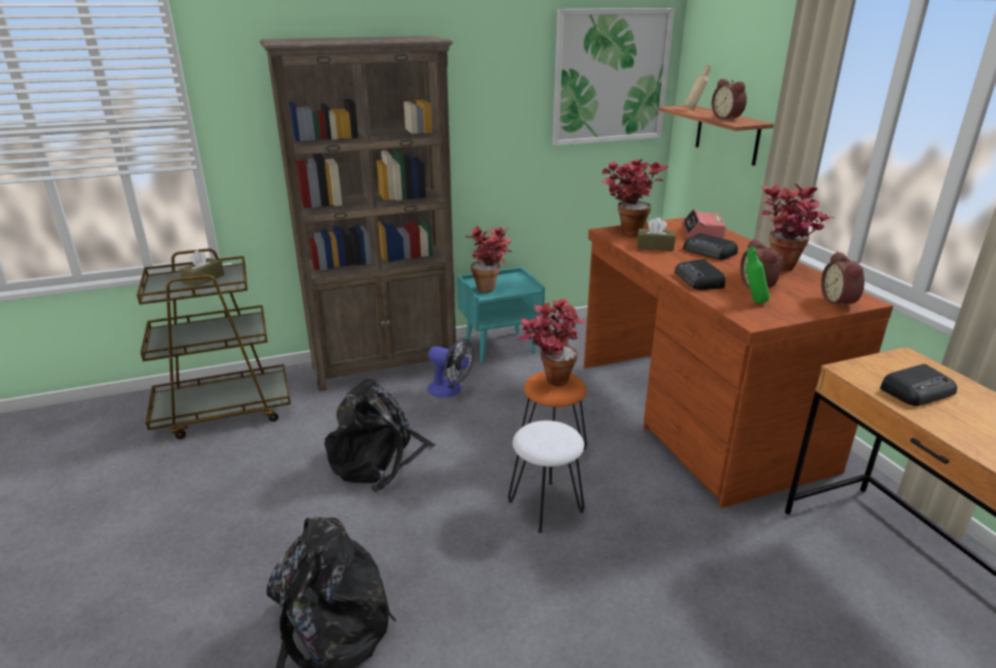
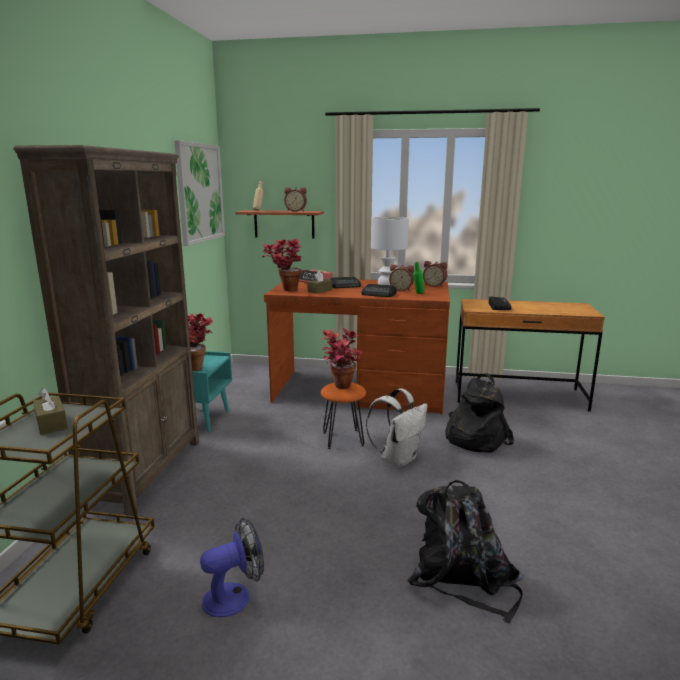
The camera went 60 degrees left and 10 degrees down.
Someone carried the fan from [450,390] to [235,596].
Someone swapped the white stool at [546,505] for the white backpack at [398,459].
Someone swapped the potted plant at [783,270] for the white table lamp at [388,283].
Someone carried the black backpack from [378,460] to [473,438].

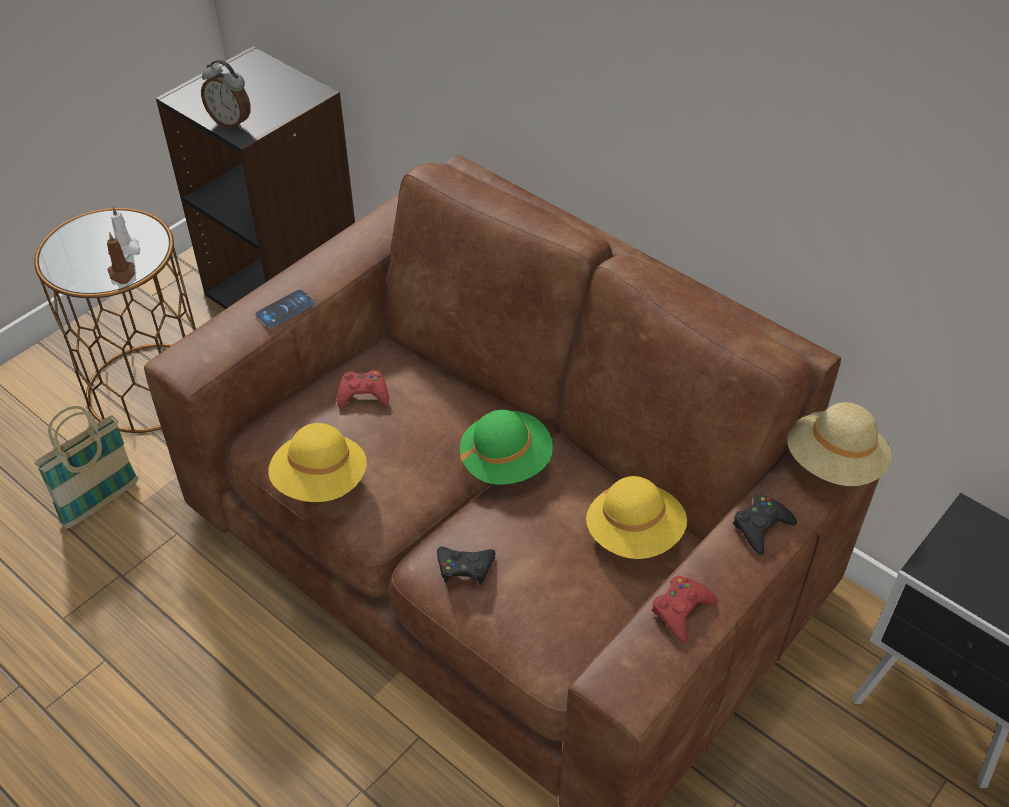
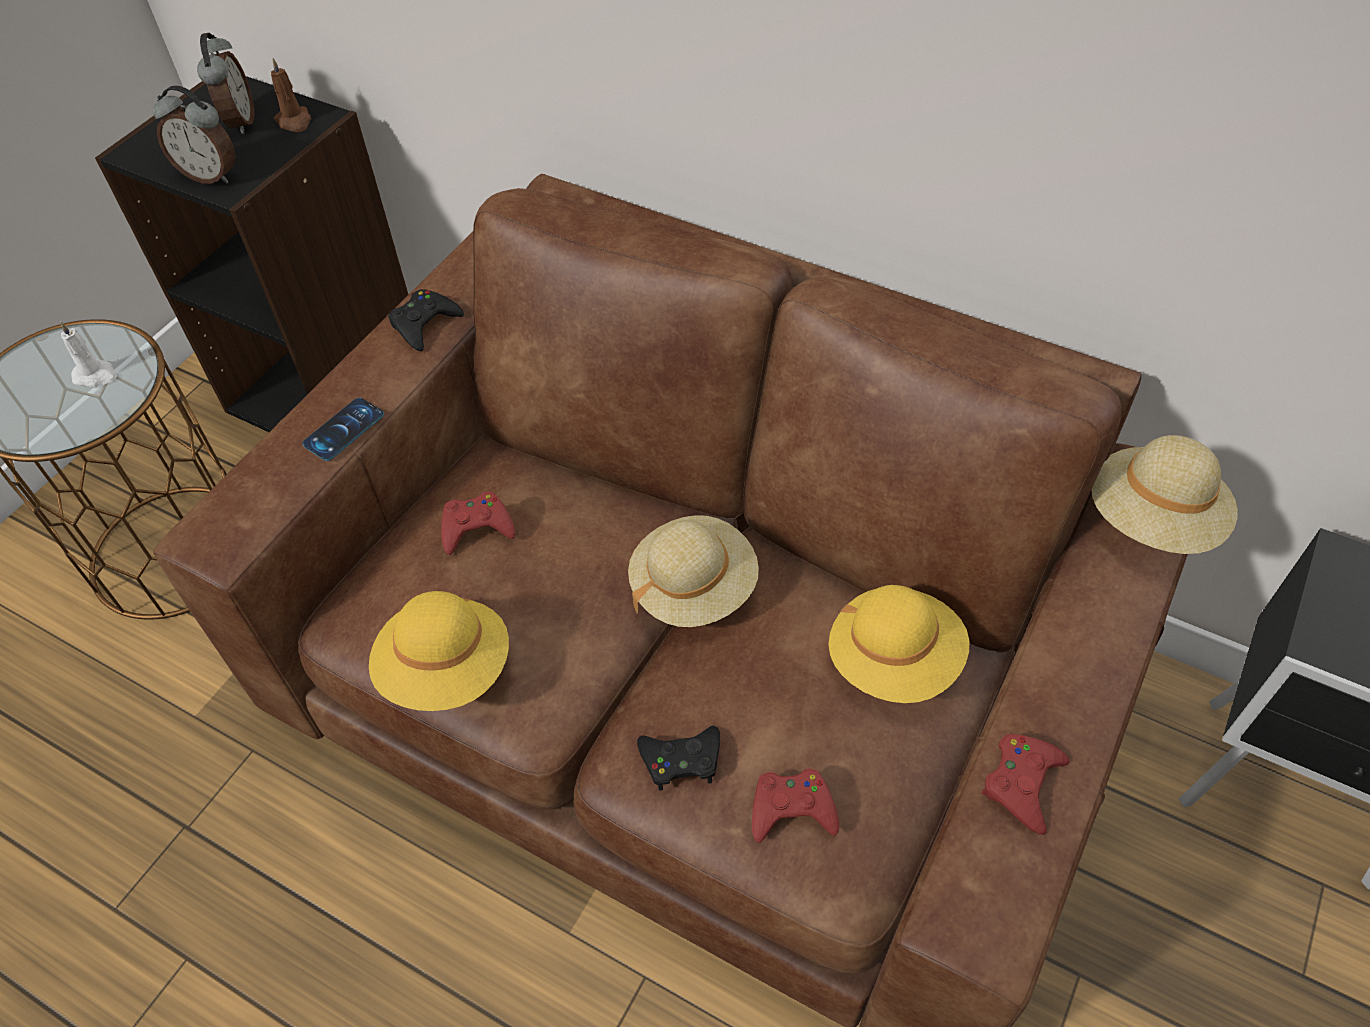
The camera went 10 degrees left and 5 degrees up.
Someone put down the alarm clock at [239,122].
Someone carried the brown candle from [122,274] to [294,121].
Someone carried the black game controller from [761,527] to [424,324].
Someone repainted the green hat at [506,462], which became the beige hat at [693,587].
Someone put down the red game controller at [792,809].
Someone took away the basket at [101,503].

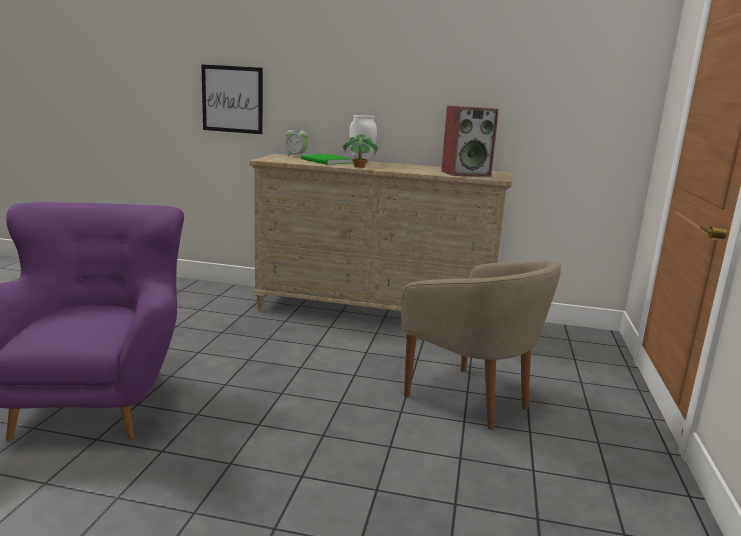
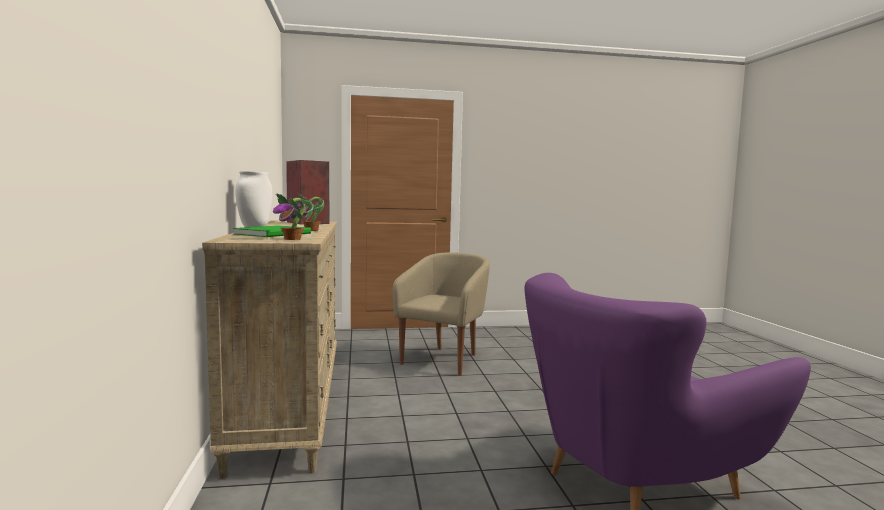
The camera went 110 degrees left and 10 degrees down.
Someone put down the potted plant at [293,239].
Someone took away the picture at [232,99].
Someone took away the alarm clock at [296,156].

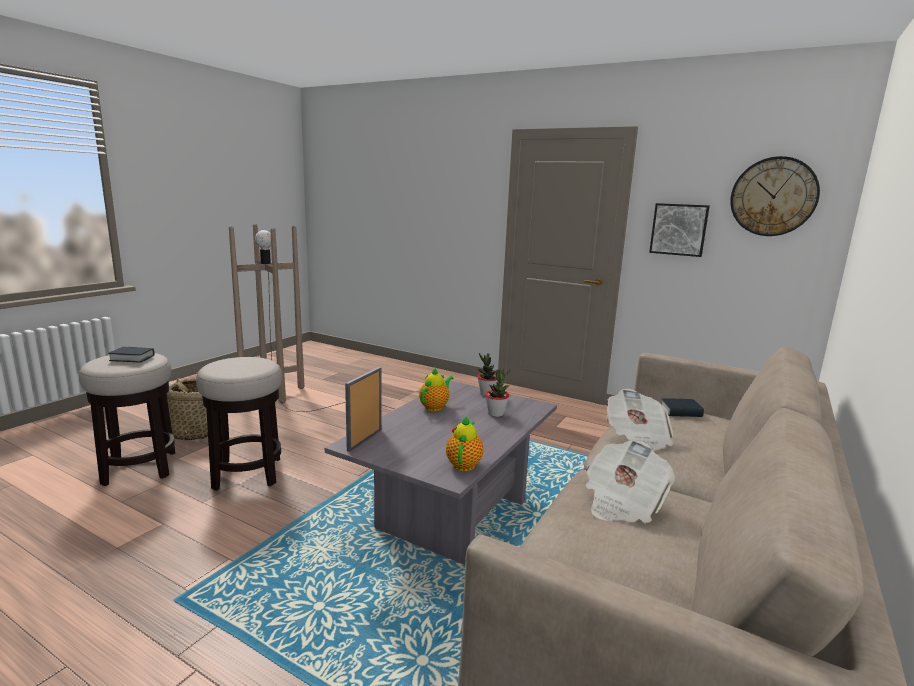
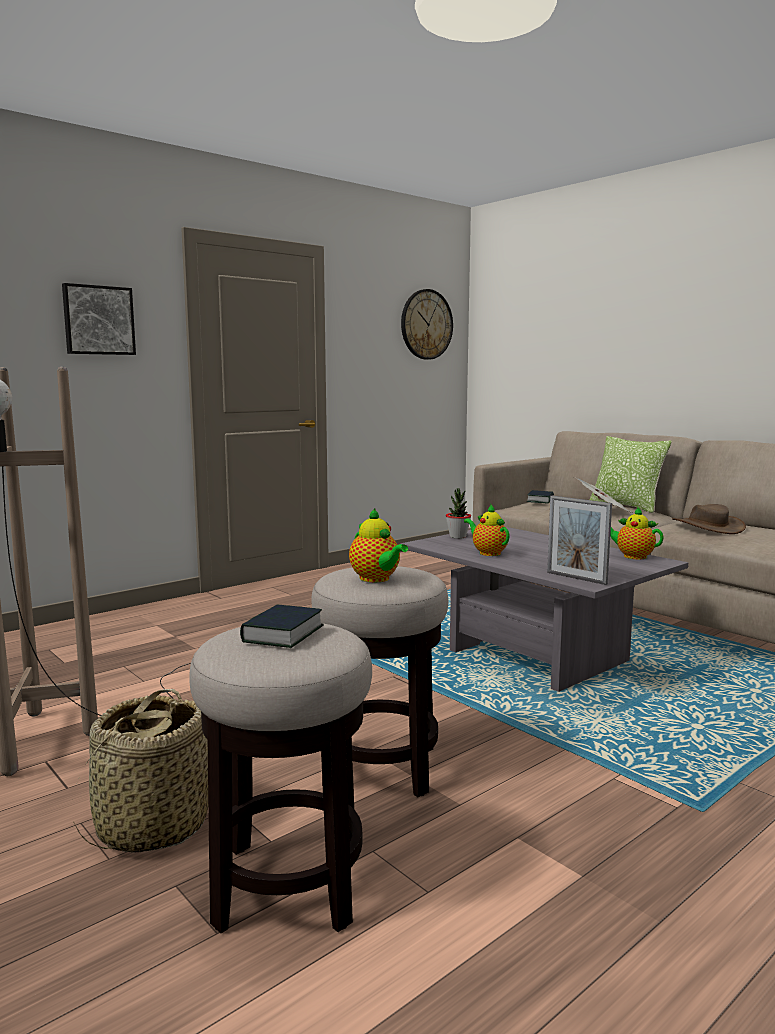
The camera went 70 degrees left and 5 degrees down.
Someone carried the picture from [679,229] to [98,320].
Someone put down the teapot at [376,579].
Someone put down the pillow at [626,506].
Someone swapped the newspaper at [622,502] for the brown hat at [707,526].
Someone took away the potted plant at [496,413].

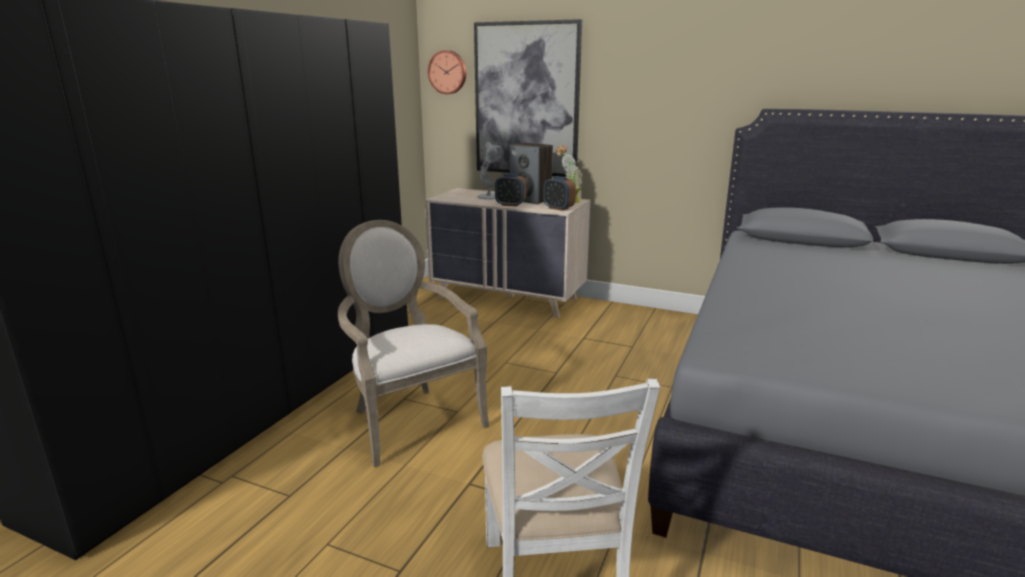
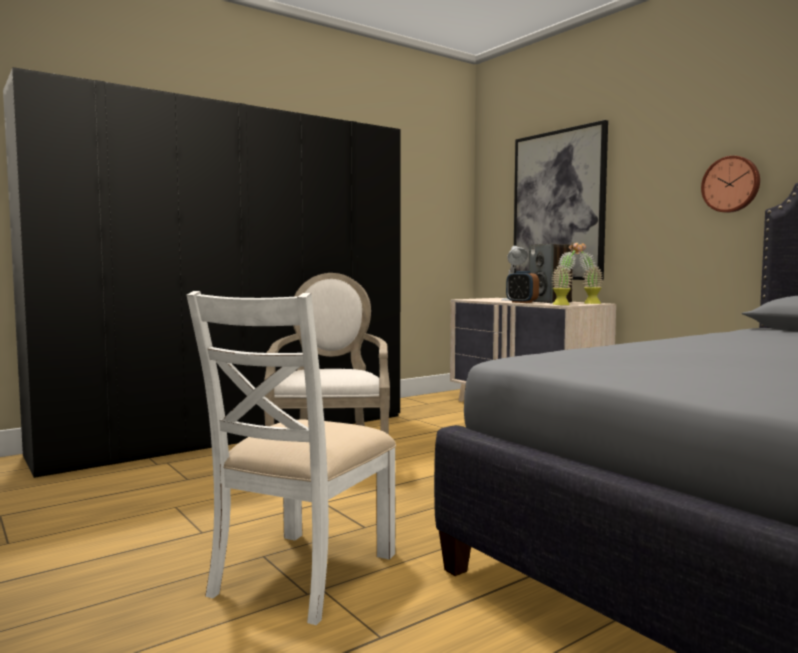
The camera went 30 degrees right and 15 degrees down.
Someone swapped the alarm clock at [558,208] for the potted plant at [565,304].
Someone carried the wall clock from [448,72] to [731,184].

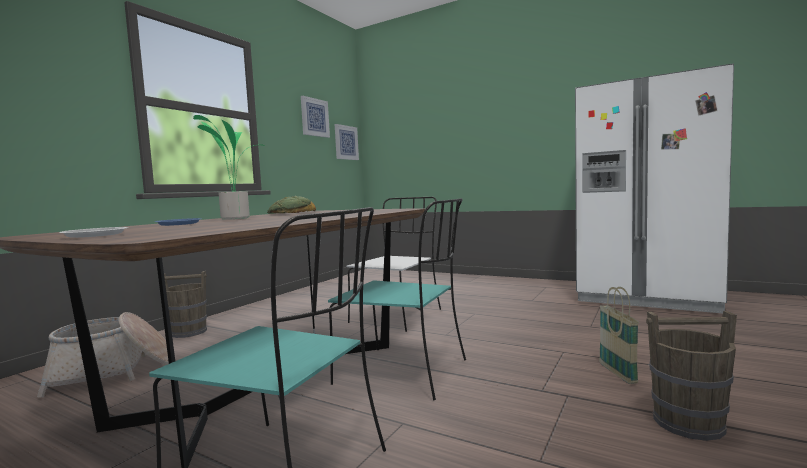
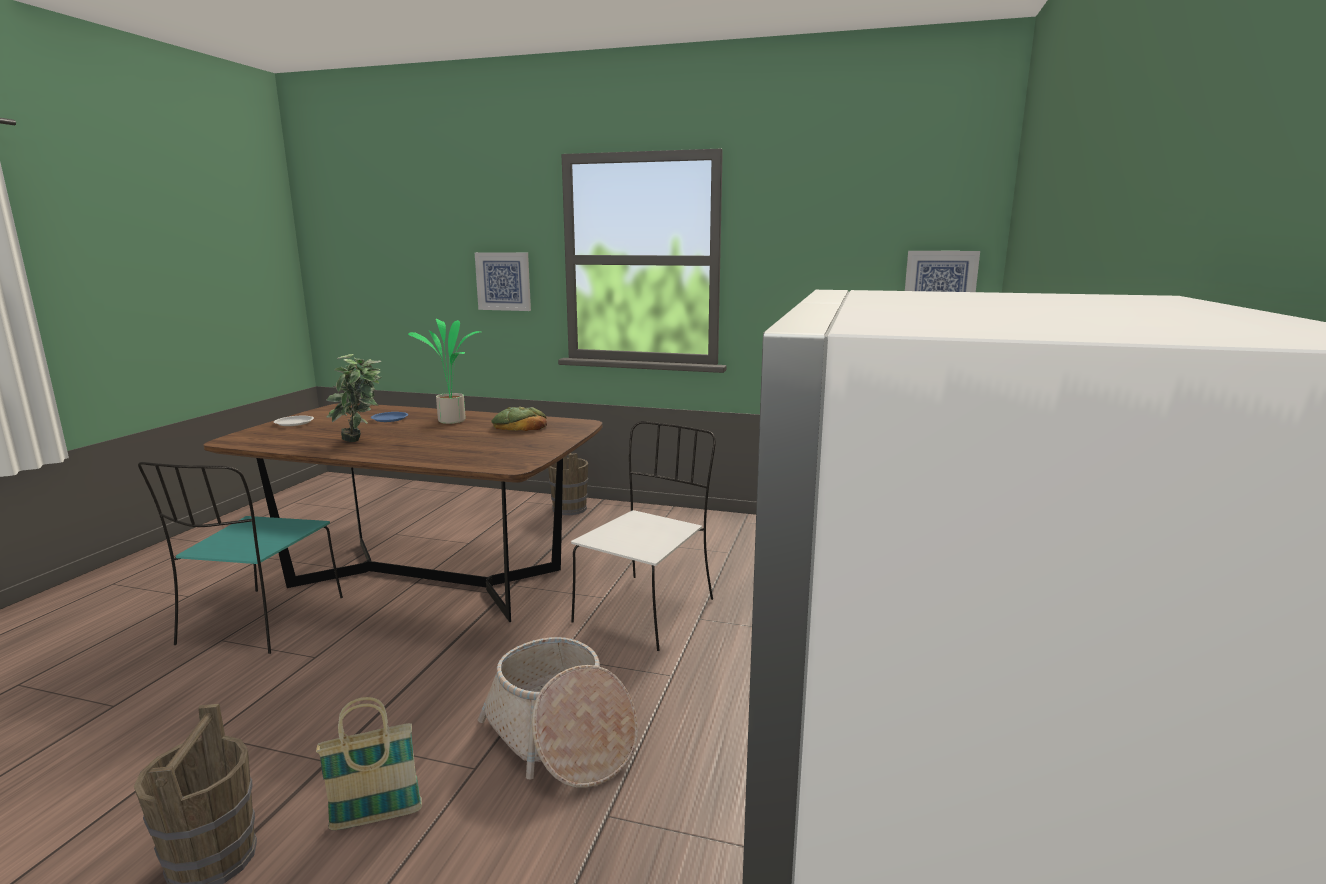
The camera went 75 degrees right and 10 degrees up.
Someone put down the potted plant at [361,441].
Someone carried the picture from [314,117] to [503,281].
Someone carried the basket from [114,372] to [561,738].
Someone rotated the white chair at [397,315] by 75 degrees counterclockwise.
Someone took away the turquoise chair at [405,372].

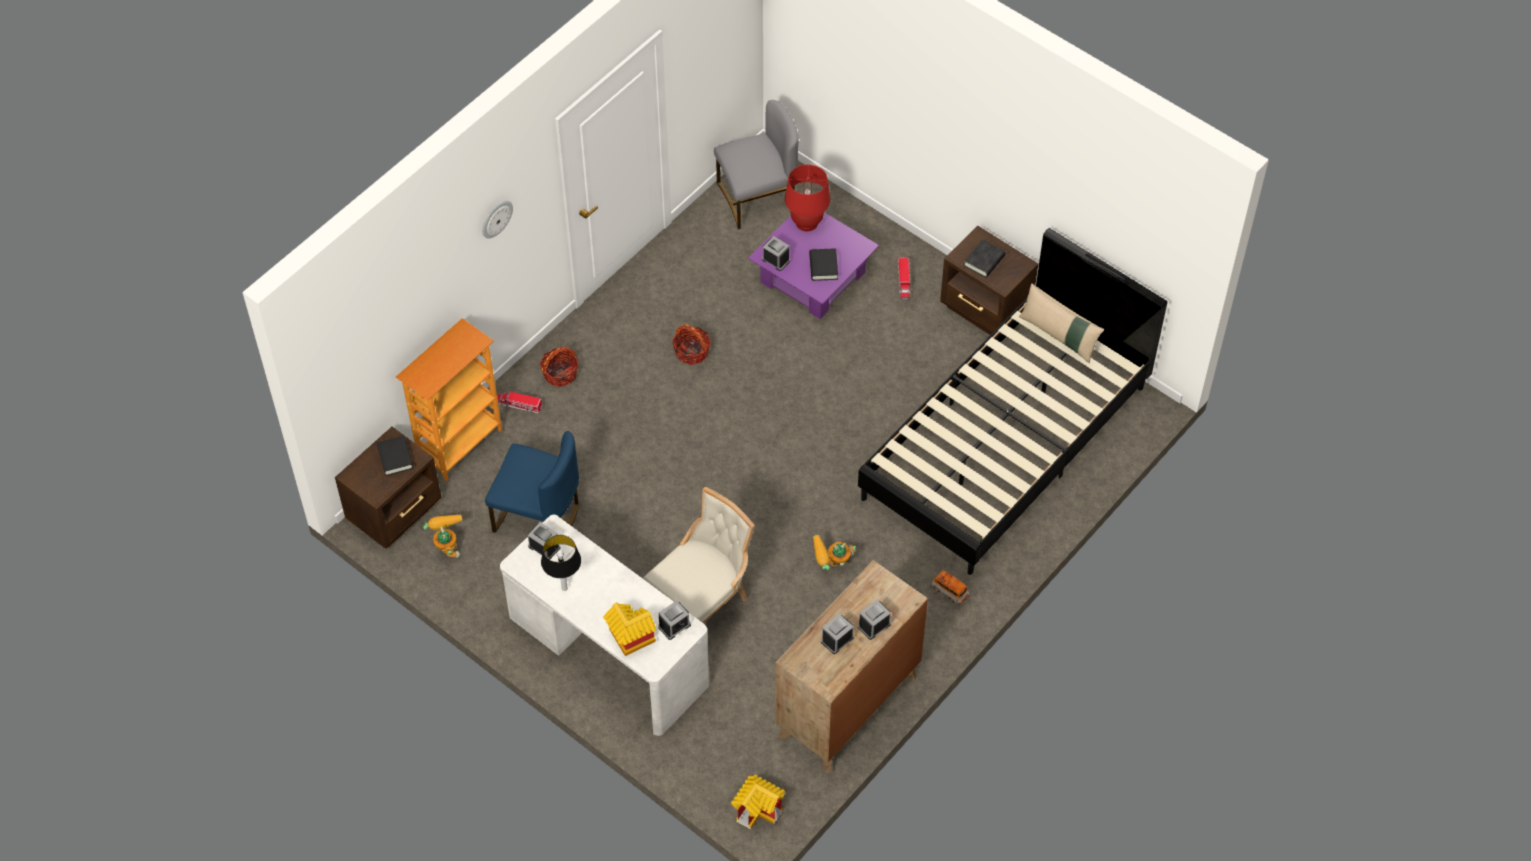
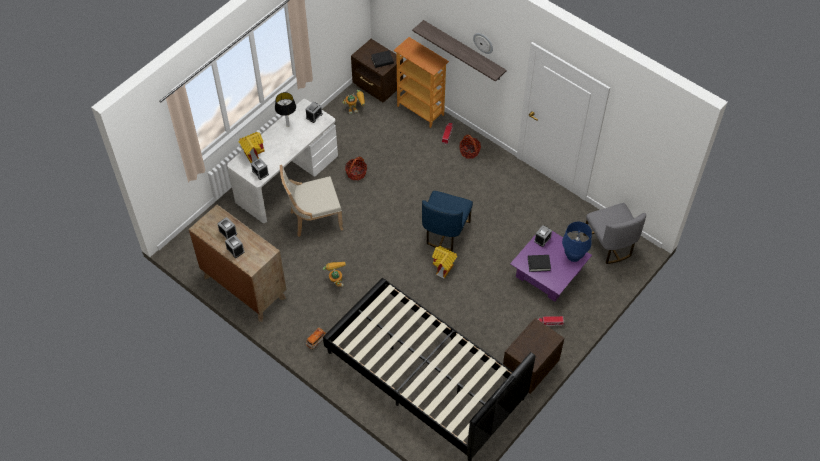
The camera went 90 degrees right and 0 degrees up.
Someone rotated the beige chair at [702,605] by 120 degrees clockwise.
Someone carried the basket from [692,352] to [356,173].
Someone put up the shelf at [464,51].
Someone carried the blue chair from [538,514] to [445,232].
Someone carried the toy house from [759,810] to [444,268].
Someone repainted the red table lamp at [806,222], which became the blue table lamp at [573,255].
Someone took away the black book at [984,261].
Someone took away the beige pillow at [1059,336].

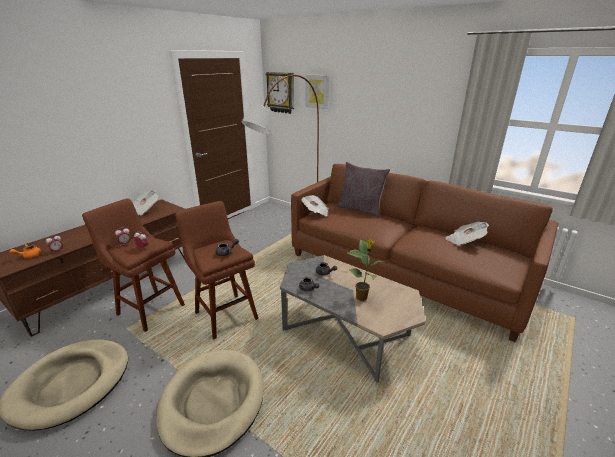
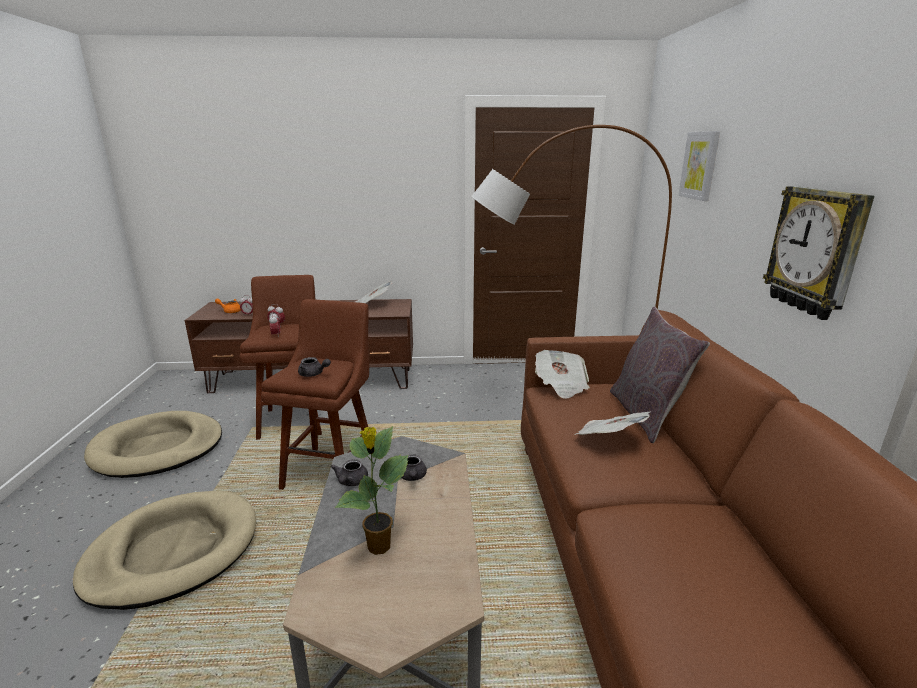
The camera went 50 degrees right and 5 degrees down.
Someone carried the newspaper from [464,241] to [609,439].
Someone carried the wall clock from [281,92] to [816,251].

